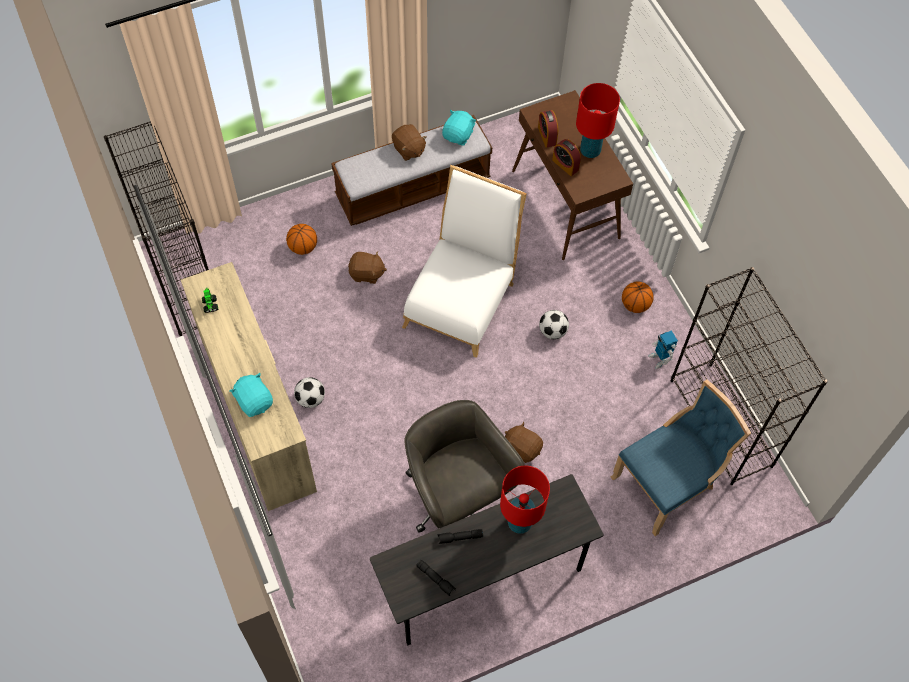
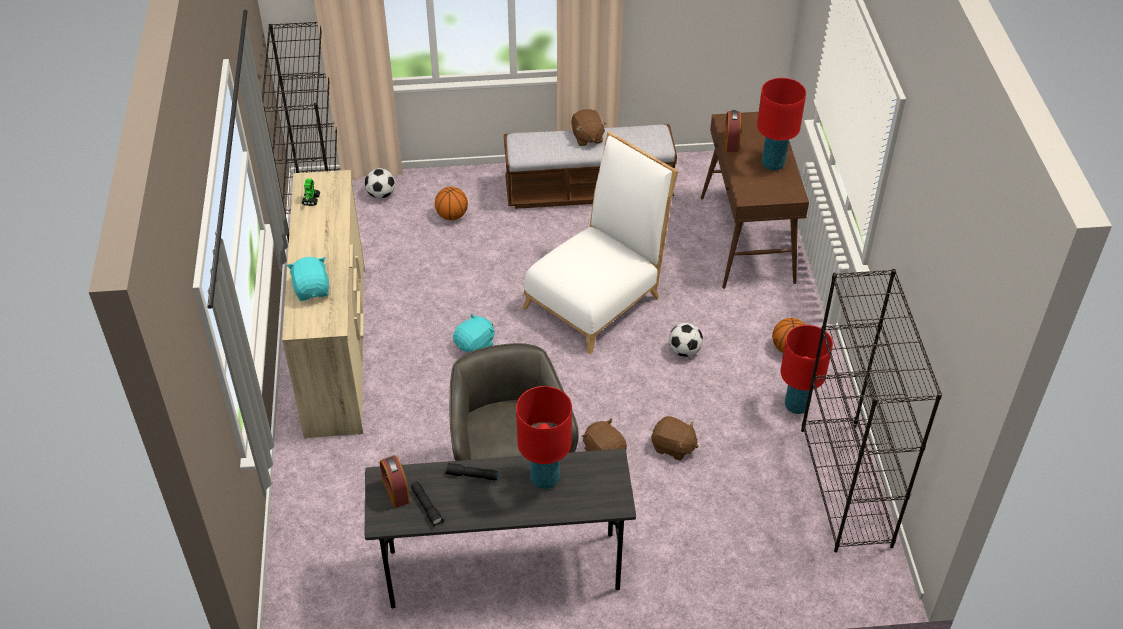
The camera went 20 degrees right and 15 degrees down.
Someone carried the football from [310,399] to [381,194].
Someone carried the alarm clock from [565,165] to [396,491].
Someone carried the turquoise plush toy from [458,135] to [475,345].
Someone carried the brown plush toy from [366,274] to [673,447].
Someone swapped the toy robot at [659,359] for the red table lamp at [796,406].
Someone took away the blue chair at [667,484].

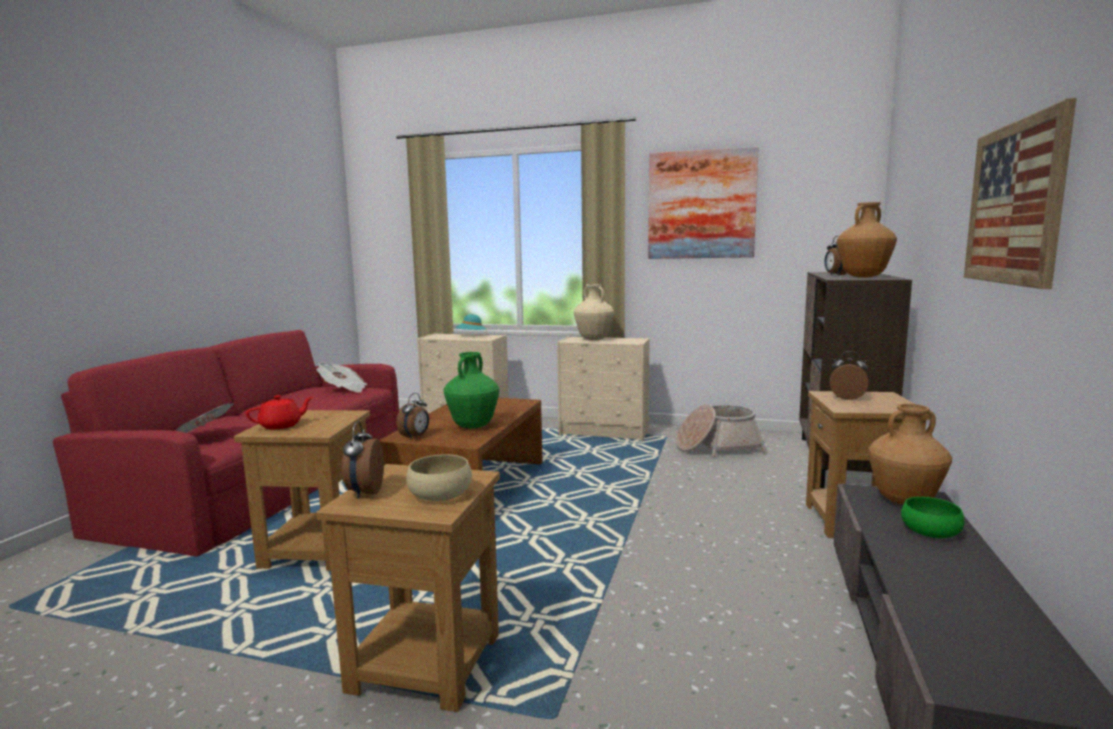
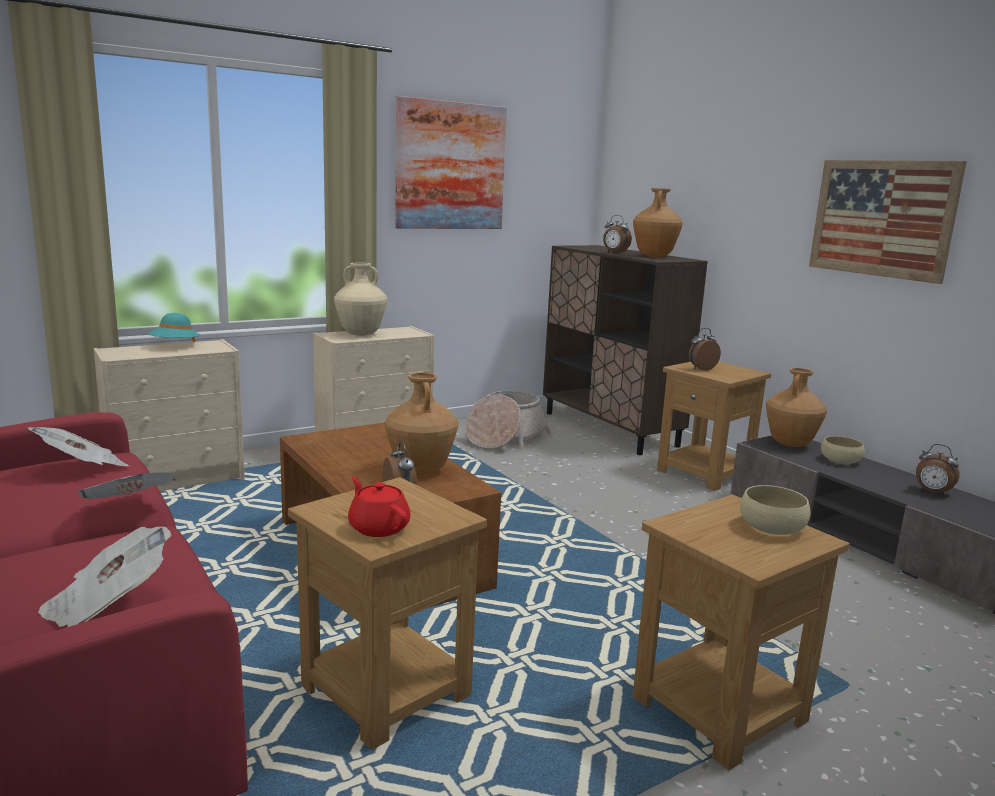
The camera went 50 degrees left and 5 degrees up.
Someone put down the newspaper at [129,509].
Someone rotated the red teapot at [281,426] by 45 degrees counterclockwise.
Someone repainted the green vase at [473,426], which became the brown vase at [420,470].
Someone repainted the green bowl at [930,531], which became the beige bowl at [840,460].
Someone carried the alarm clock from [364,492] to [932,492].

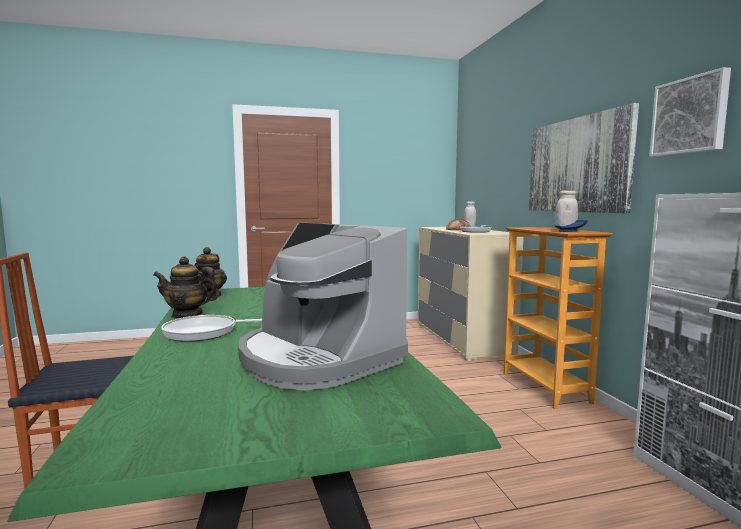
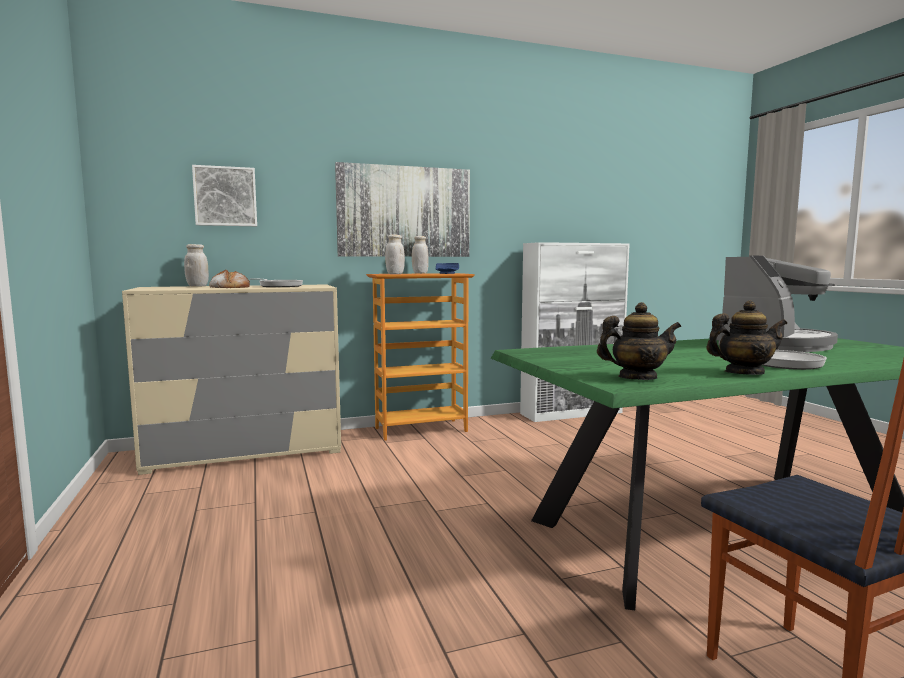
The camera went 95 degrees left and 0 degrees up.
Someone carried the picture from [690,116] to [225,196].
Someone put down the white jar at [395,274].
Someone rotated the teapot at [187,315] by 90 degrees counterclockwise.

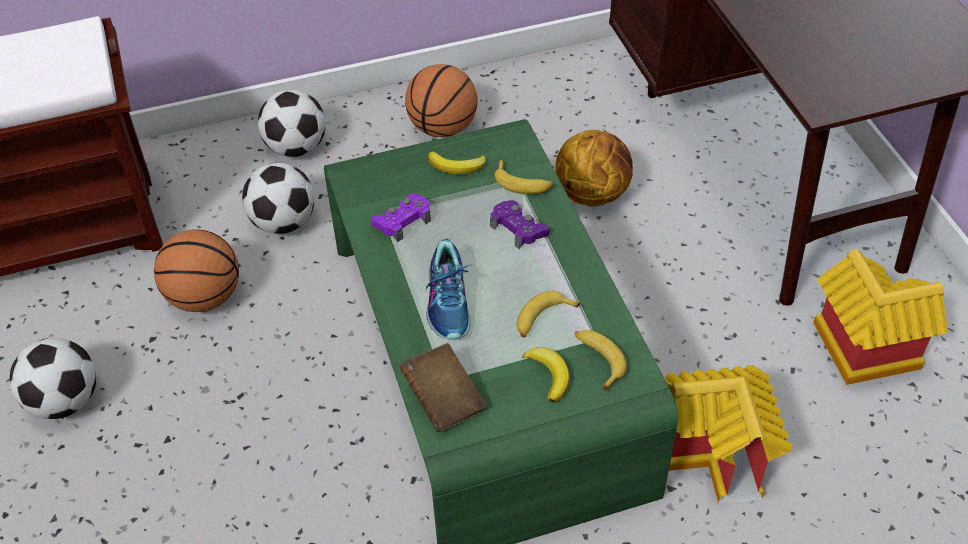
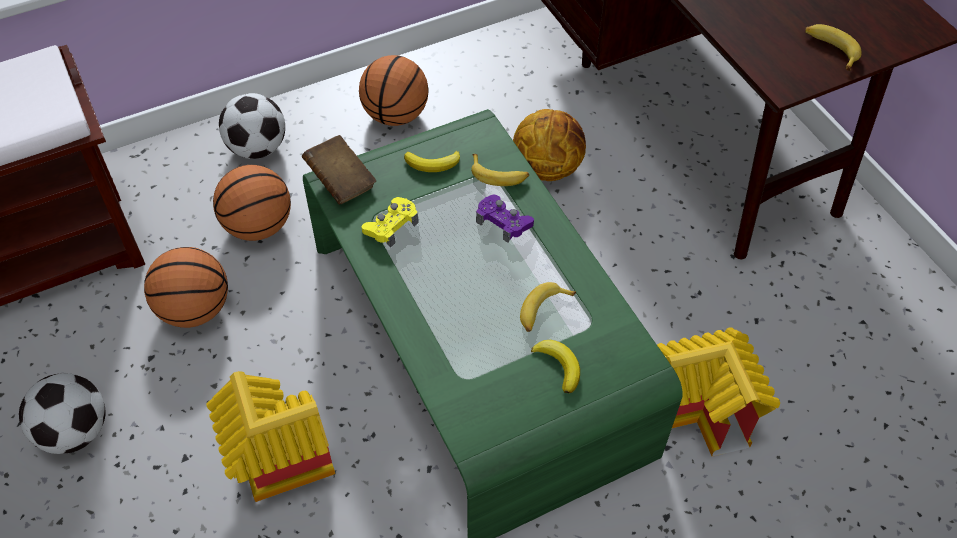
The camera went 10 degrees left and 5 degrees up.
Someone carried the toy house from [858,353] to [275,463].
Someone swapped the football at [283,223] for the basketball at [258,226].
Someone carried the brown book from [443,399] to [341,181].
Someone repainted the purple game controller at [402,221], which became the yellow game controller at [391,226].
Someone carried the banana from [597,360] to [830,49].
Someone took away the shoe at [449,302].

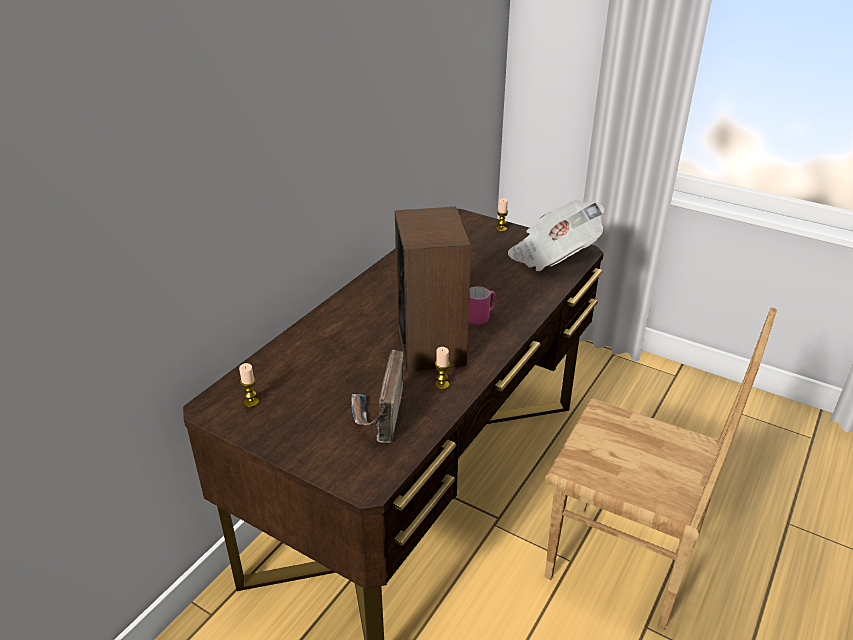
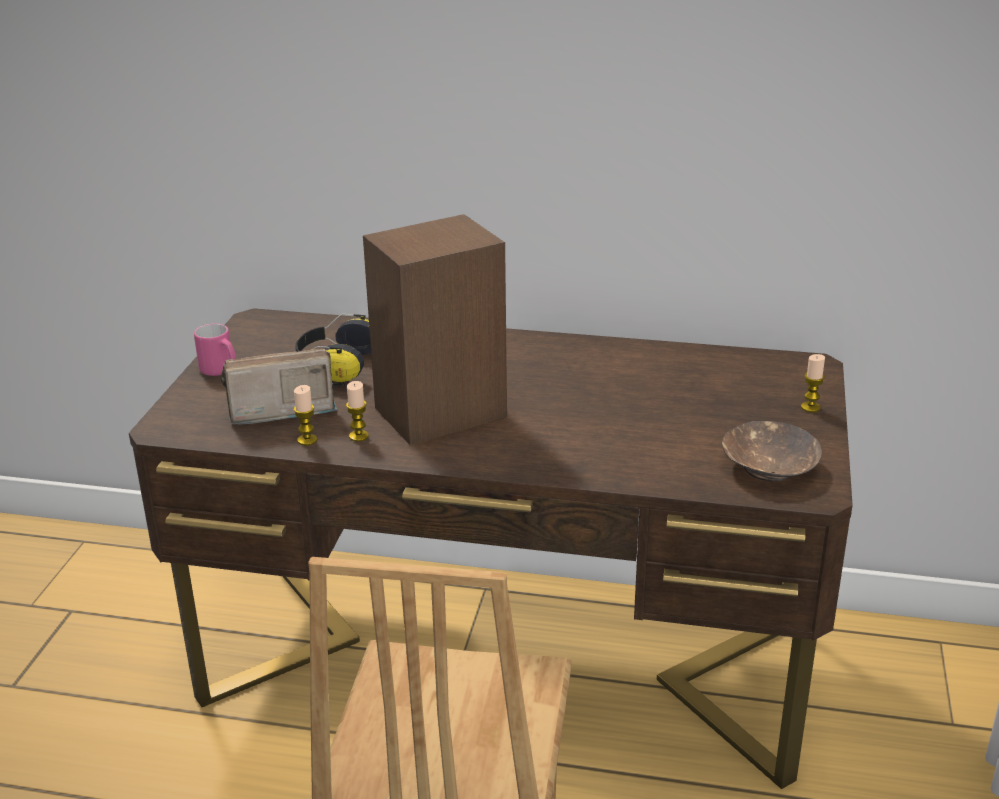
The camera went 70 degrees right and 5 degrees down.
Someone carried the pink mug from [480,317] to [221,371].
Someone carried the candle from [251,402] to [307,440].
Someone put down the headphones at [336,366].
Someone swapped the newspaper at [553,256] for the brown bowl at [768,466].

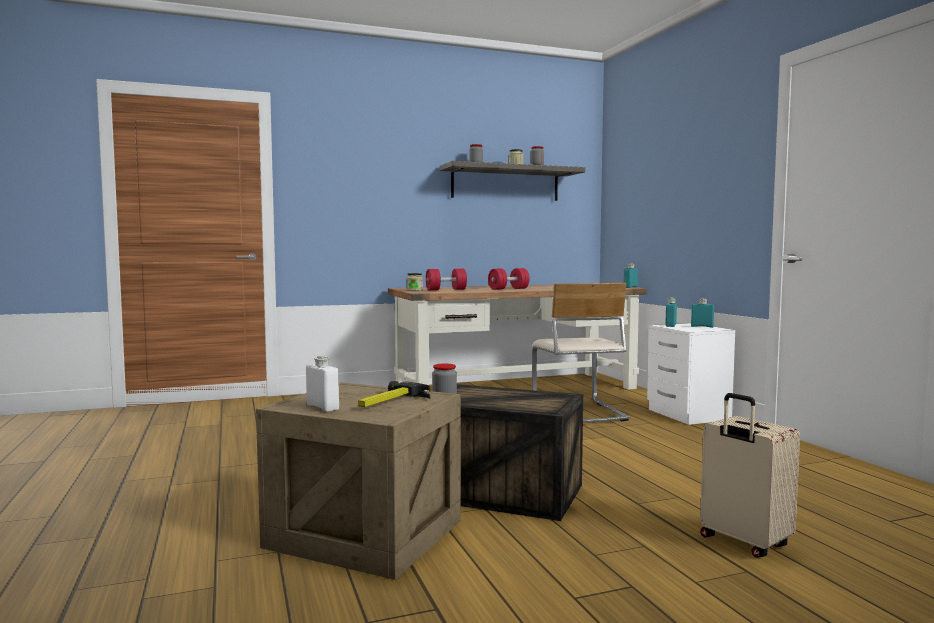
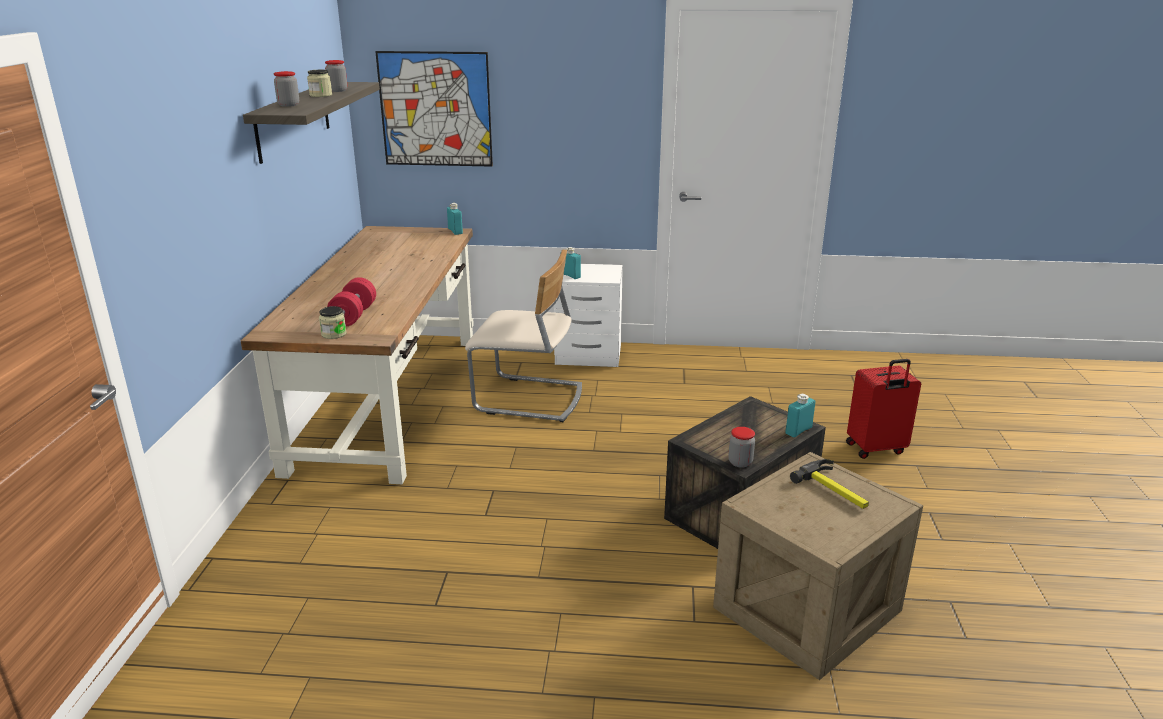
The camera went 65 degrees left and 20 degrees up.
Someone put up the picture at [435,109].
Someone carried the turquoise bottle from [702,326] to [798,430].
Someone repainted the beige suitcase at [743,543], which became the red suitcase at [876,449].
Someone took away the white bottle at [322,407].
Someone took away the red dumbbell at [508,289].

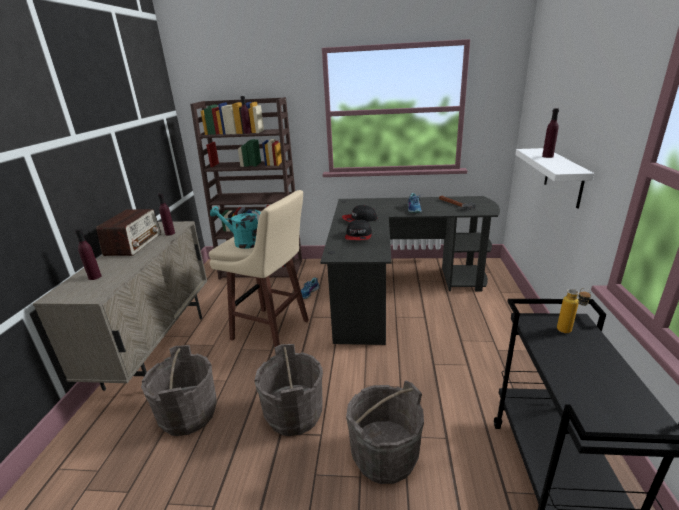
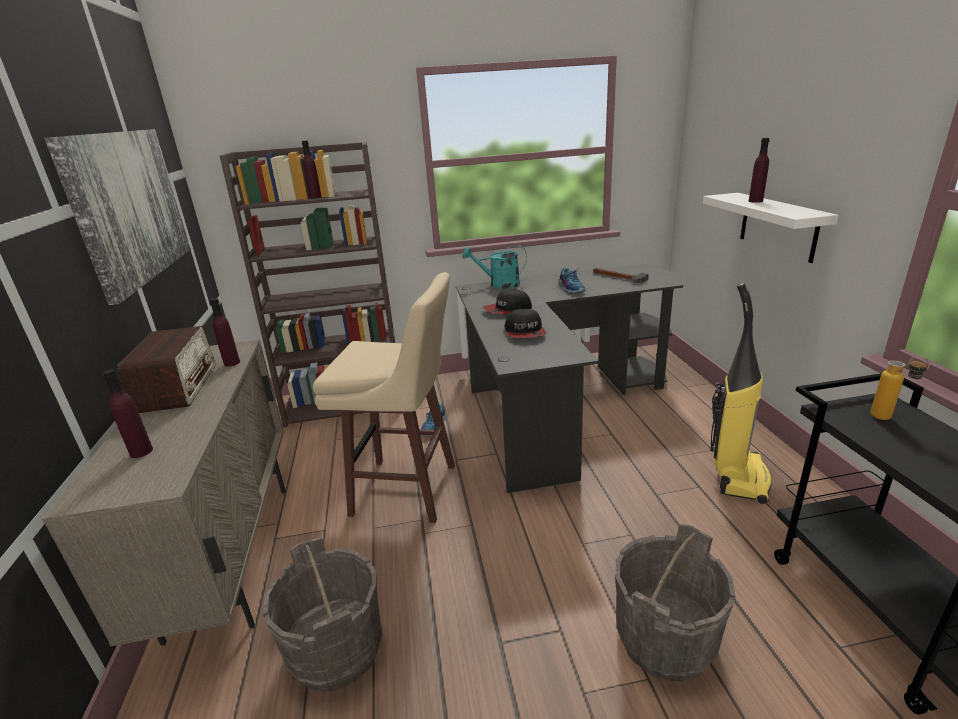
The camera went 15 degrees left and 0 degrees up.
Someone put up the picture at [130,206].
Someone carried the turquoise watering can from [243,242] to [499,284].
Someone put down the vacuum cleaner at [738,476].
Someone took away the grey bucket at [294,414].

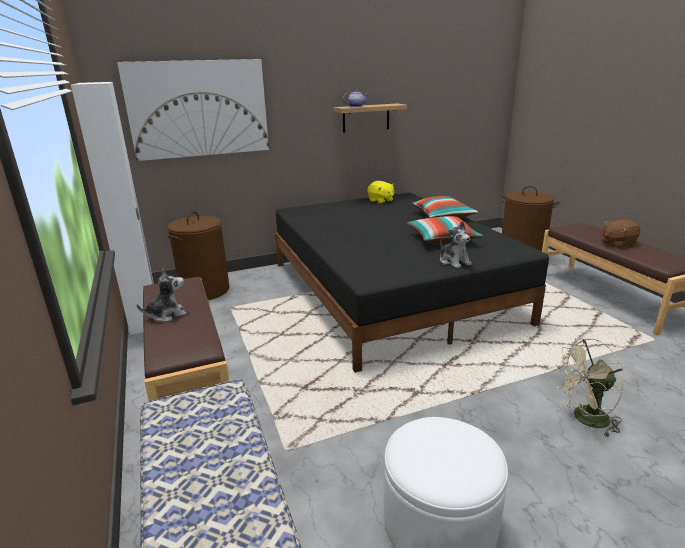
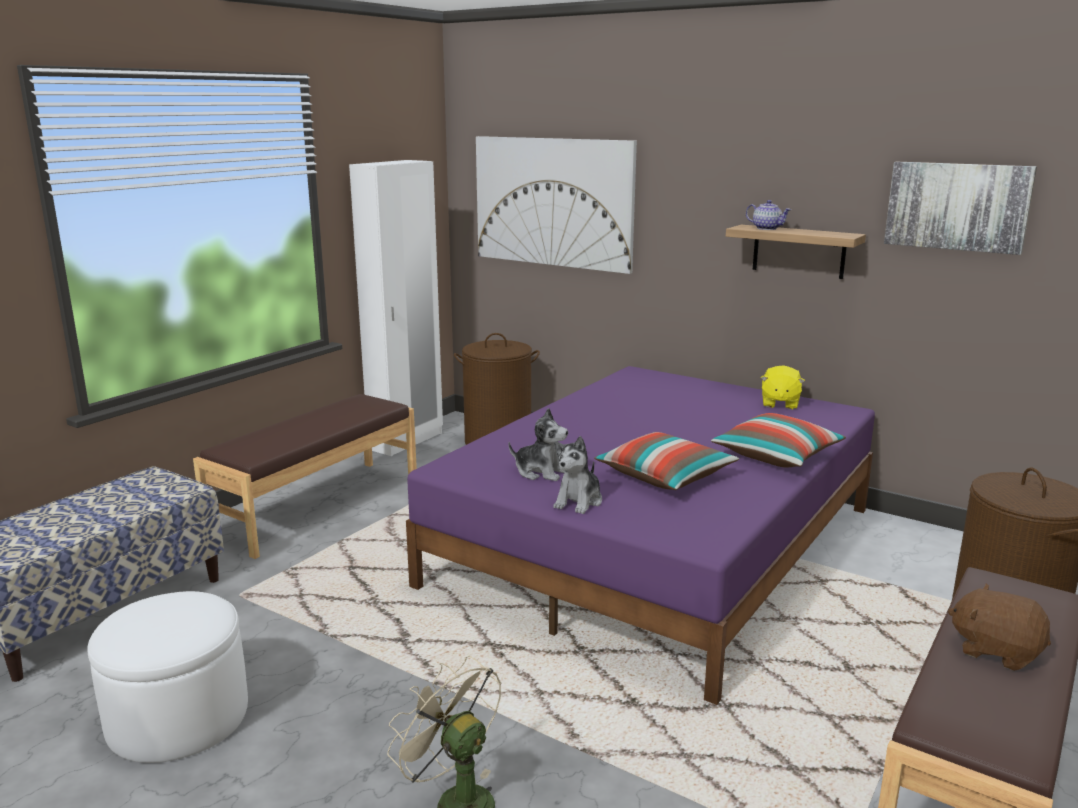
The camera went 55 degrees right and 5 degrees down.
Someone repainted the black bed at [389,291], which became the purple bed at [658,546].
Someone carried the plush toy from [166,315] to [540,472].
Someone put up the picture at [957,206].

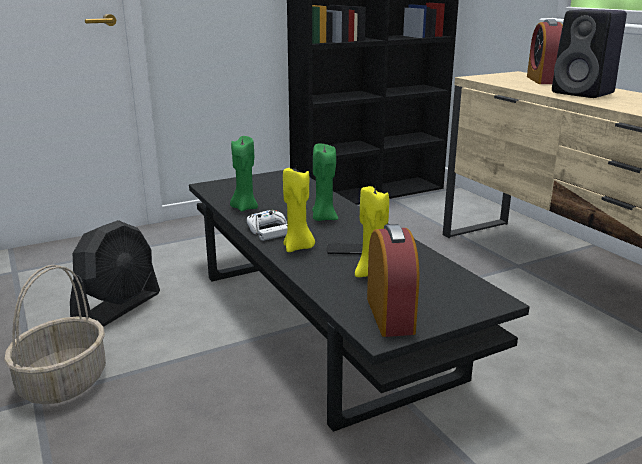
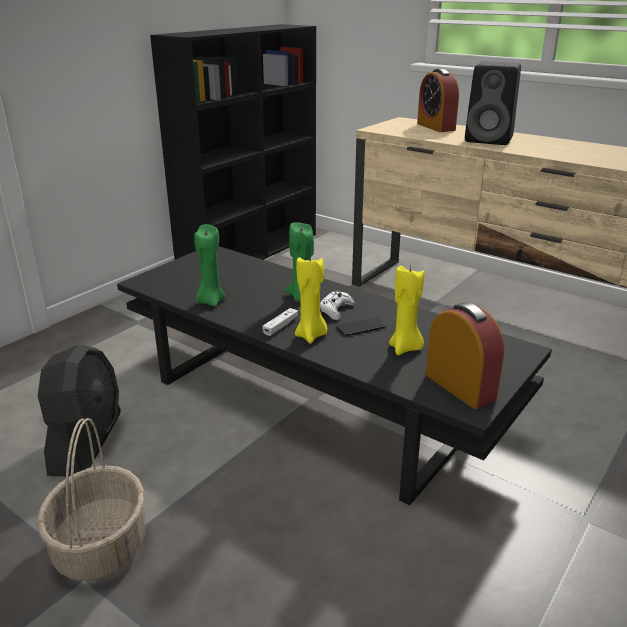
The camera went 25 degrees left and 5 degrees up.
Someone carried the white game controller from [265,227] to [336,310].

